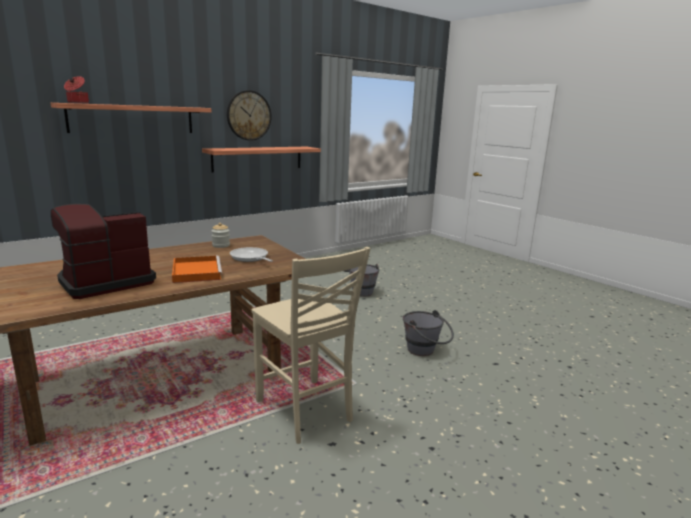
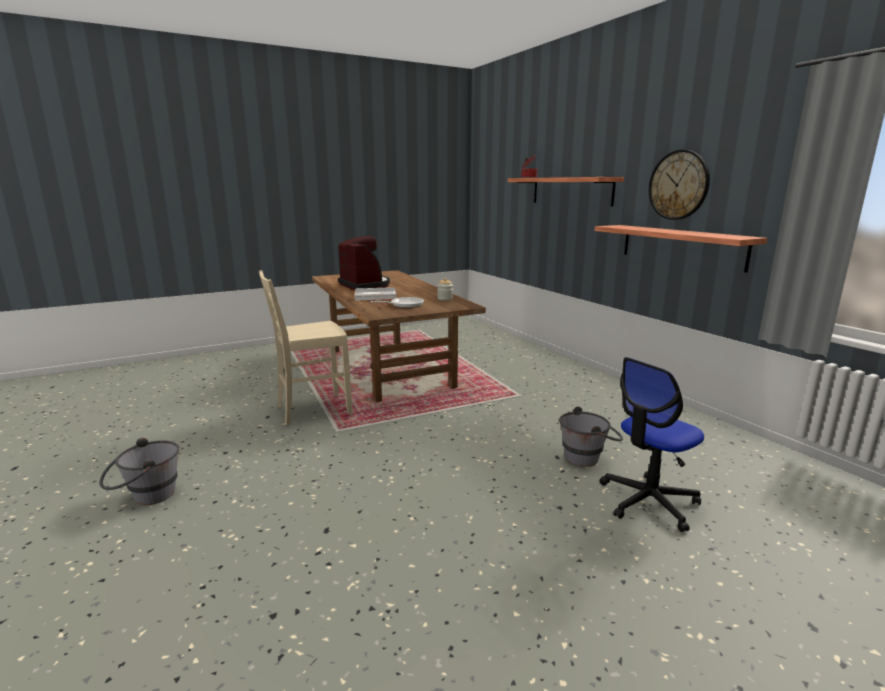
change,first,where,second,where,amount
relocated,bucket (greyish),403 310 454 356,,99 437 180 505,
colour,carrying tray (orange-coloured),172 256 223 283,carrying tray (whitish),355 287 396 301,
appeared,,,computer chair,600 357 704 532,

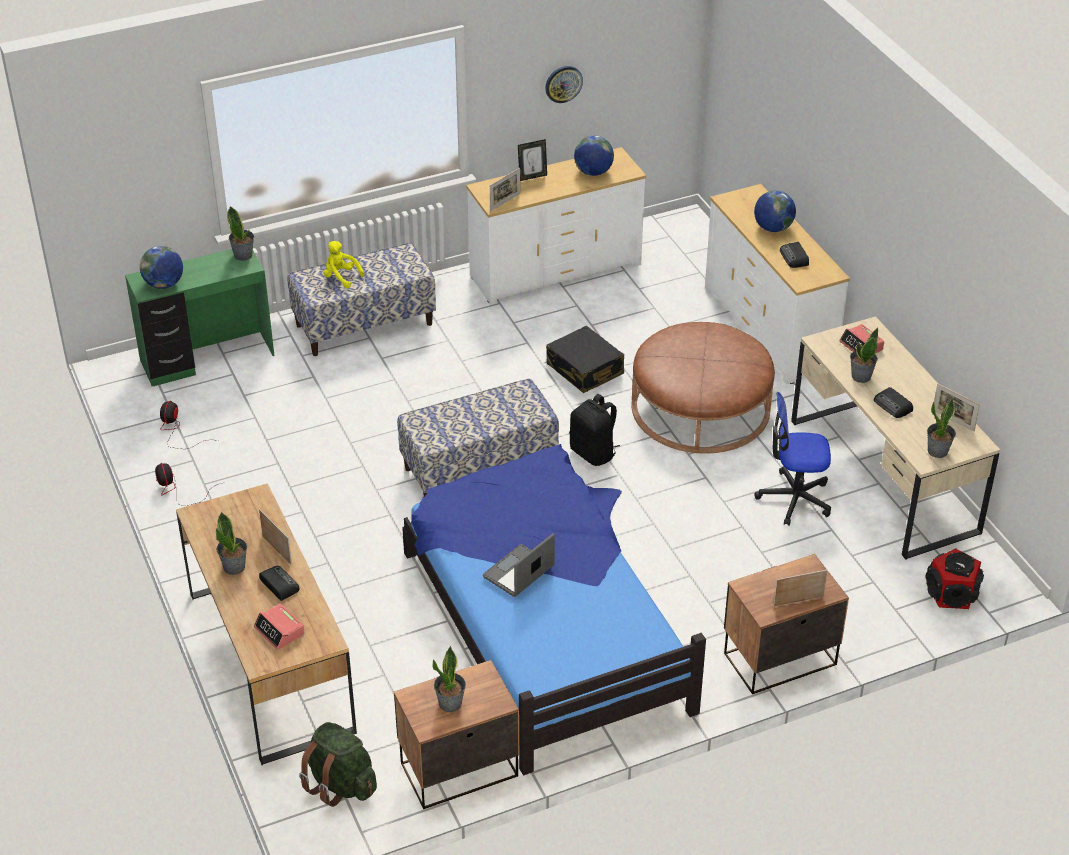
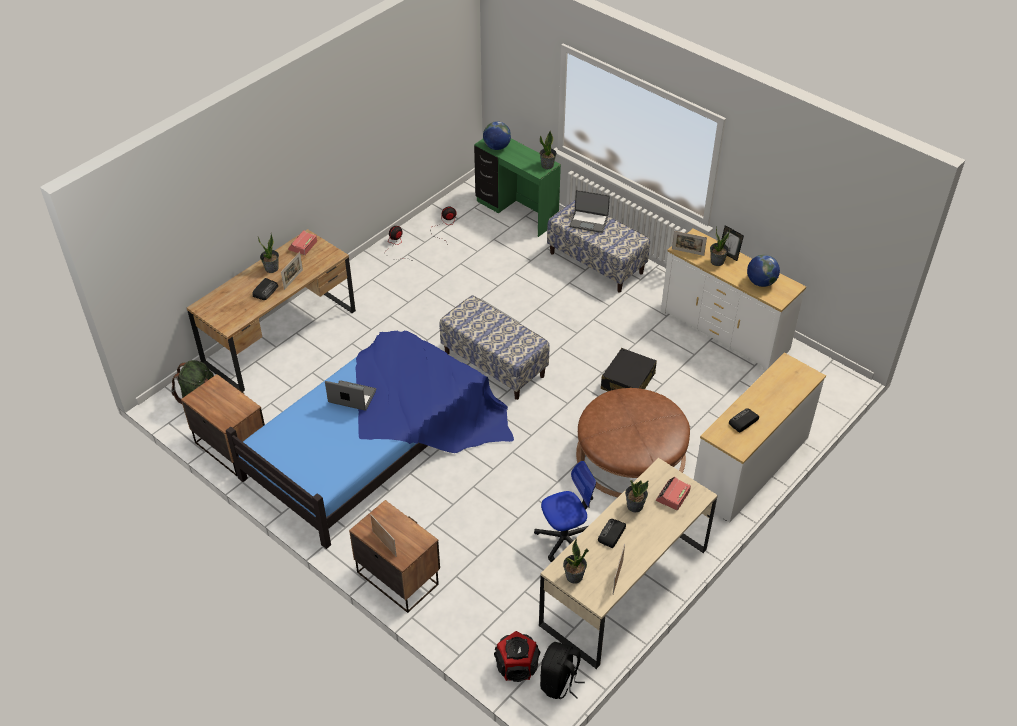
change,first,where,second,where,amount
relocated,bedside clock,254 603 305 650,,288 230 317 255,
spun,computer chair,755 392 831 526,,534 461 596 562,90 degrees clockwise
relocated,rucksack (black-coloured),569 394 620 466,,540 642 585 699,
exchanged,soft toy (yellowish),324 241 364 288,portable computer,569 190 610 233,
relocated,houseplant,432 646 466 712,,710 227 730 266,
missing,hanging clock,545 66 583 103,,,
missing,world globe,754 191 796 232,,,

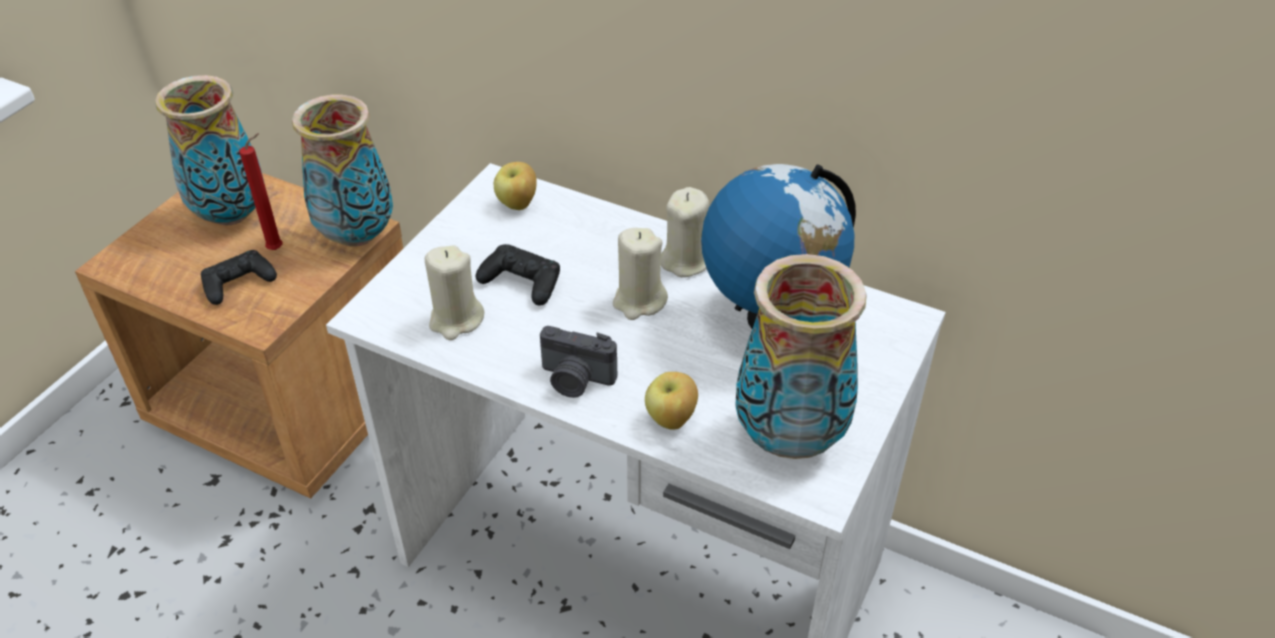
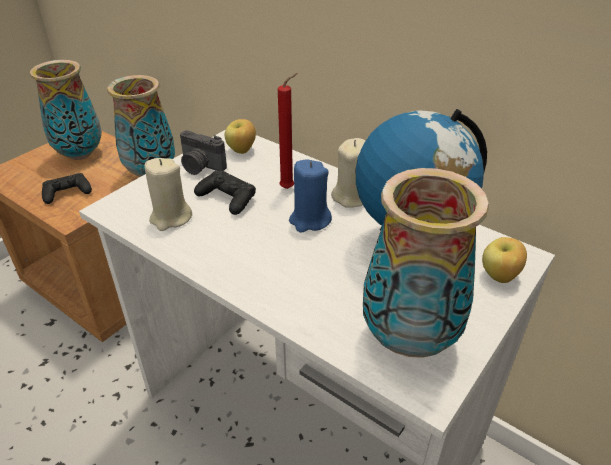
change,first,where,second,where,amount
relocated,still camera,540 326 617 398,,180 130 227 175,
relocated,wax light (reddish),239 133 283 250,,278 73 298 189,
colour,wax light (beige),613 228 668 320,wax light (blue),289 160 332 233,
relocated,apple fruit,645 372 698 430,,482 237 527 283,

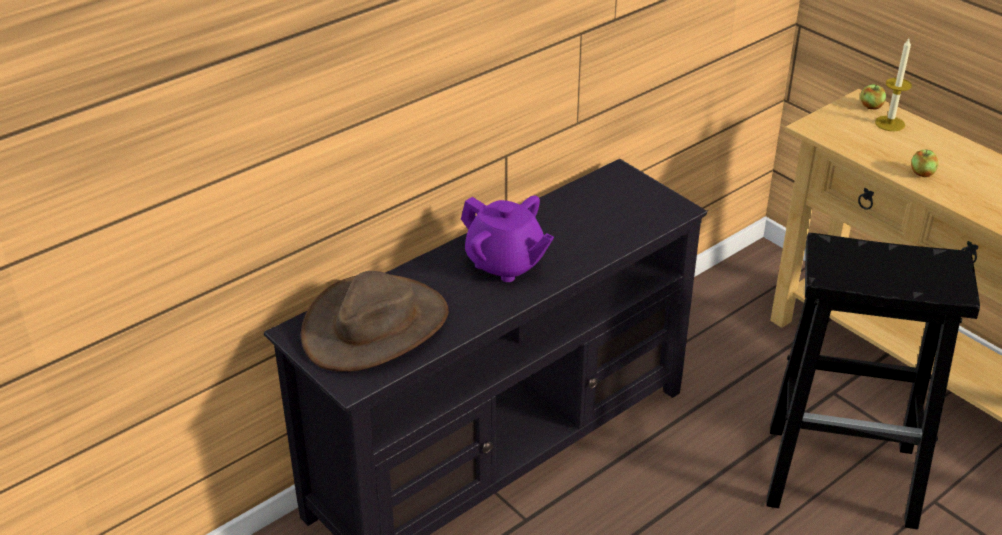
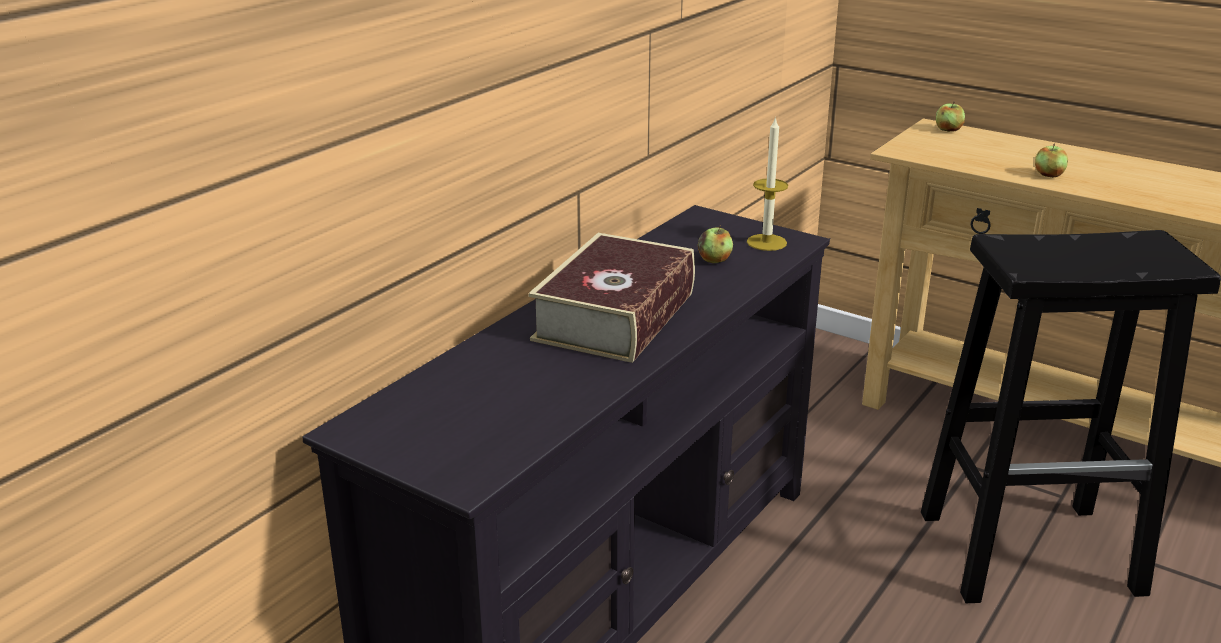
change,first,where,second,where,amount
exchanged,pot for tea (purple-coloured),461 195 554 282,book,528 233 695 363,
appeared,,,apple fruit,698 225 733 264,
relocated,wax light,875 39 912 131,,747 116 788 251,
missing,hat (brownish),301 271 449 372,,,

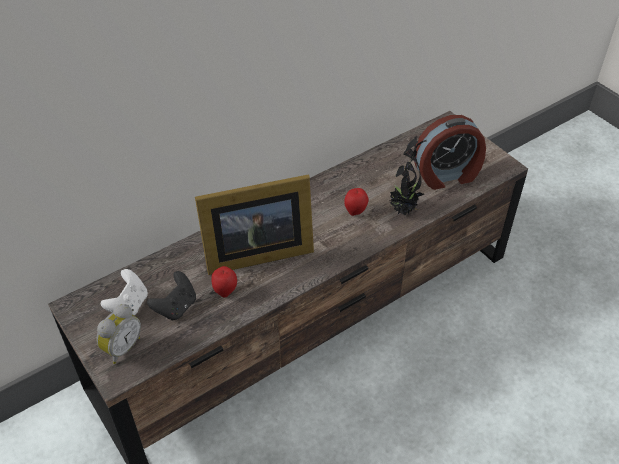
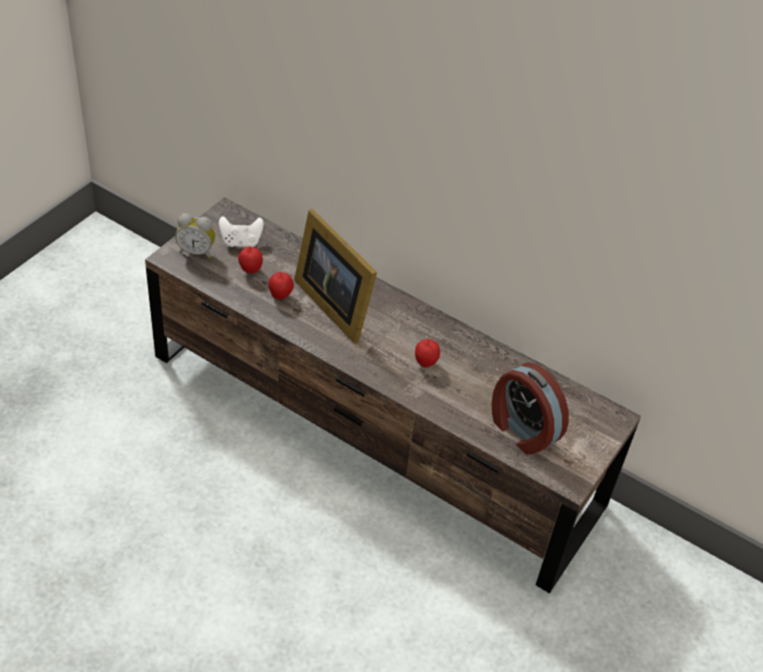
change,first,where,second,where,amount
exchanged,joypad (black-coloured),147 271 196 321,apple fruit,238 246 263 274,
missing,houseplant,390 136 427 216,,,

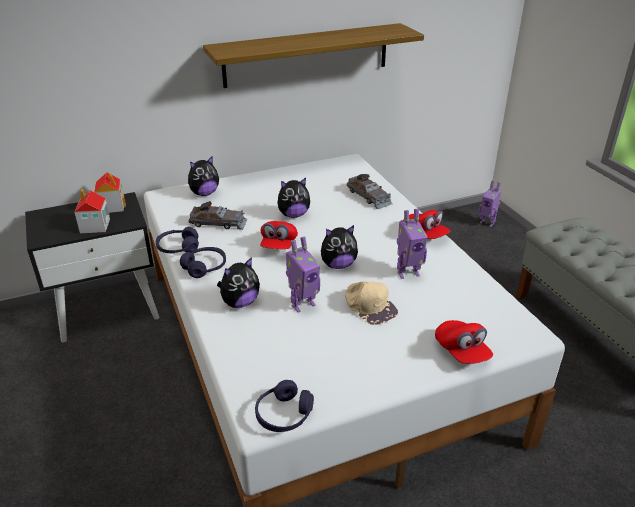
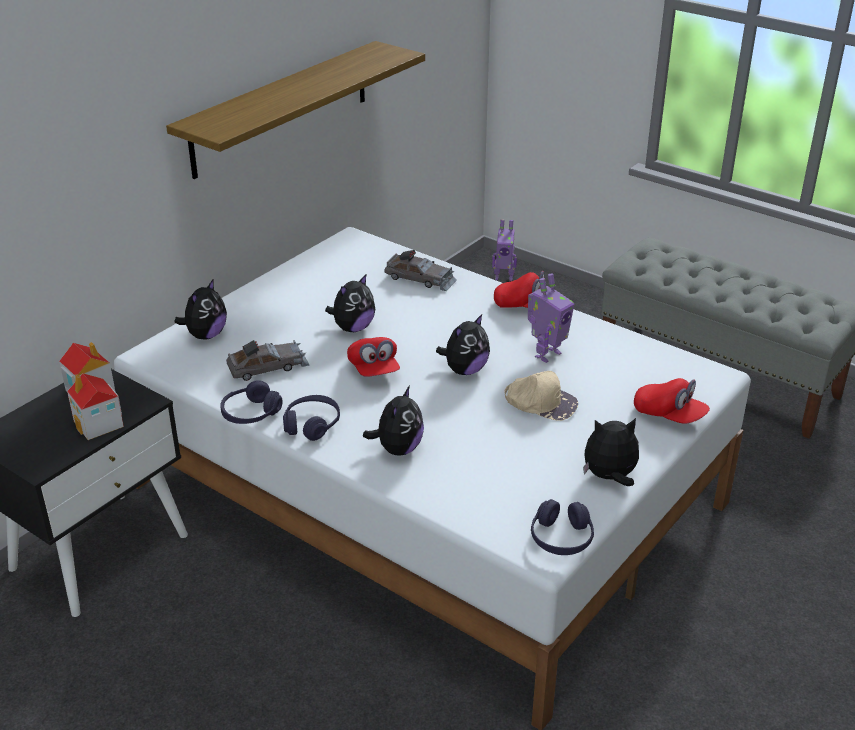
change,first,where,second,where,amount
appeared,,,soft toy,583 418 639 486,
missing,model robot,286 237 320 313,,,

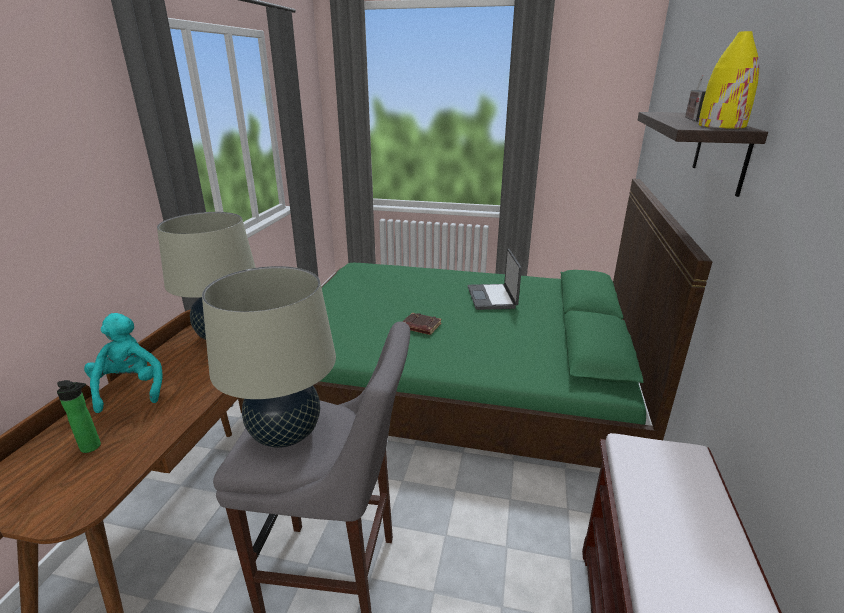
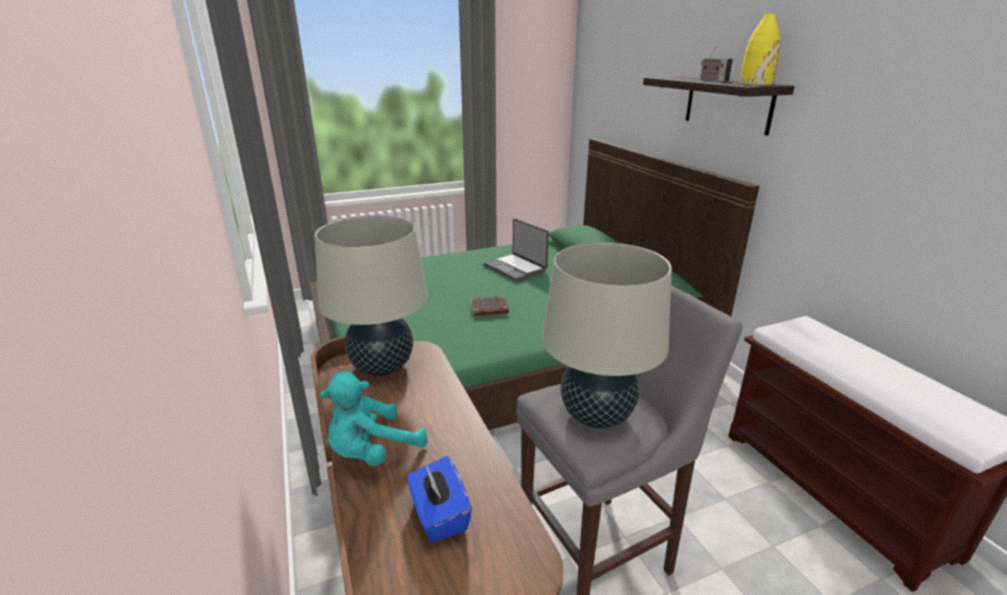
change,first,where,second,where,amount
spun,soft toy (turquoise-coloured),84 313 163 413,,319 371 428 466,75 degrees counterclockwise
exchanged,drink bottle,57 380 101 453,box of tissues (blue),407 456 472 543,

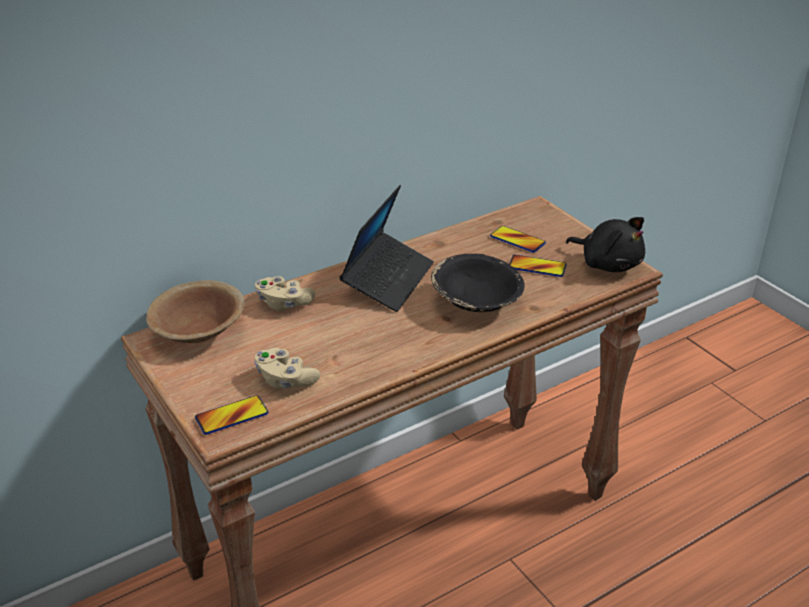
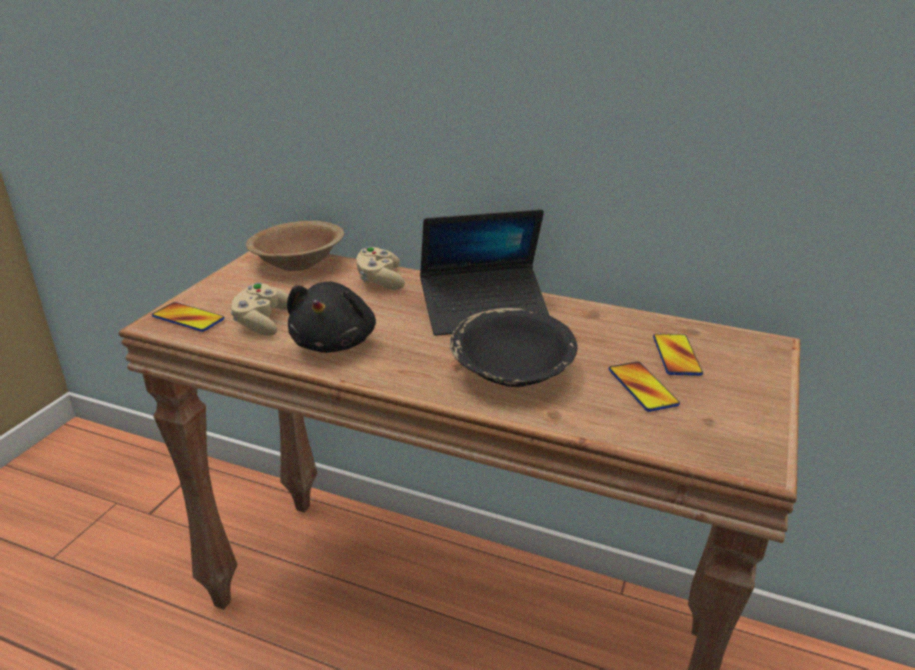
change,first,where,second,where,amount
relocated,soft toy (black-coloured),566 217 645 272,,287 282 376 353,

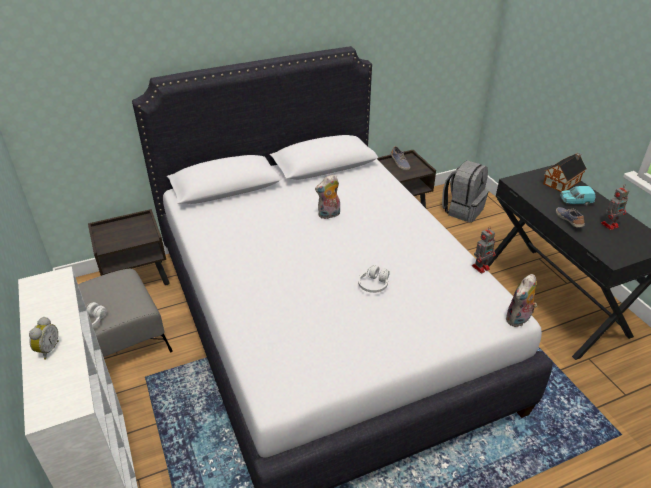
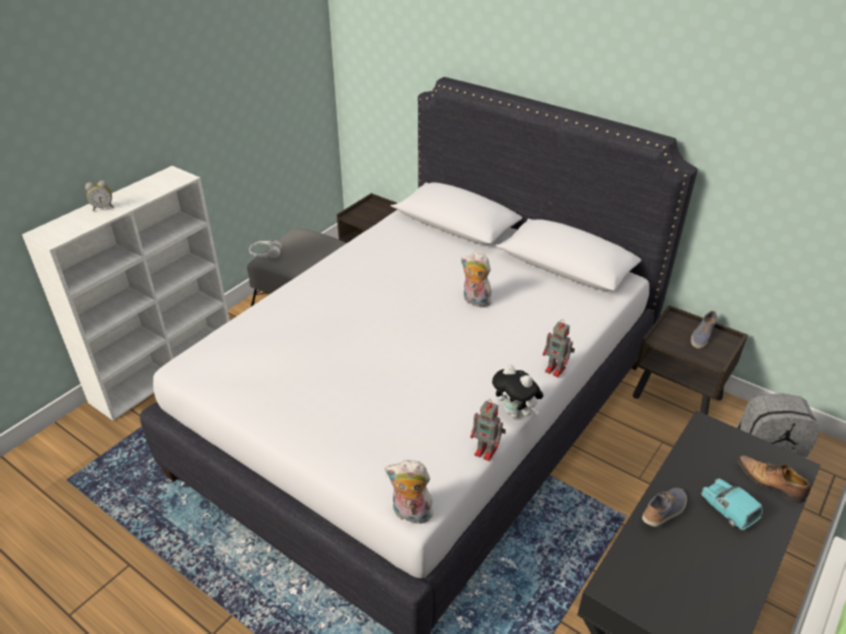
change,first,where,second,where,amount
appeared,,,soft toy,492 365 543 418,
relocated,model robot,601 184 629 230,,543 319 575 377,
exchanged,toy house,543 153 587 192,low shoe,737 455 810 503,
missing,headphones (whitish),358 265 390 293,,,

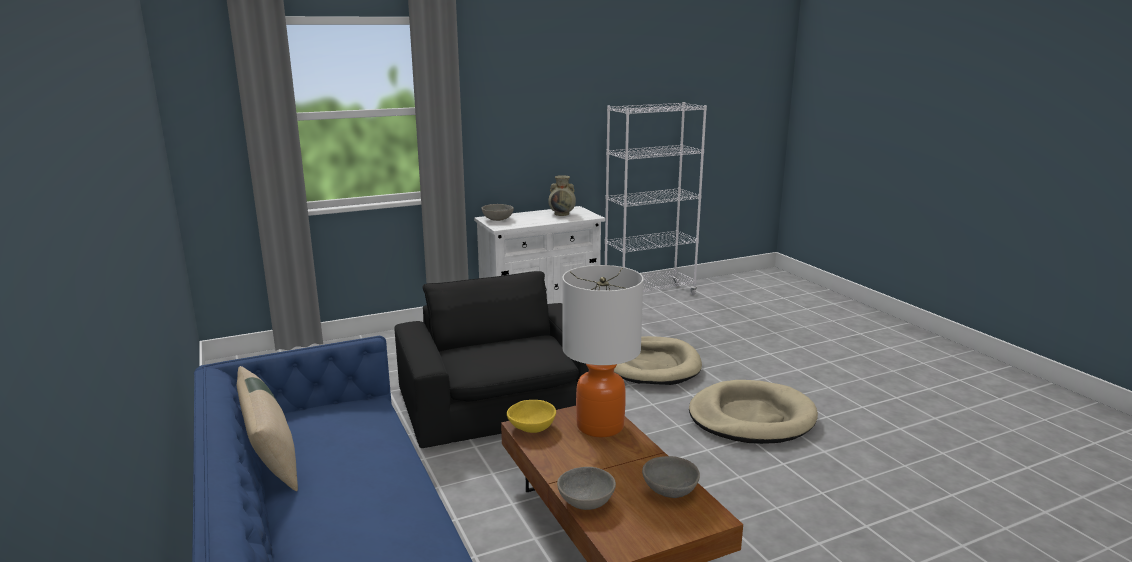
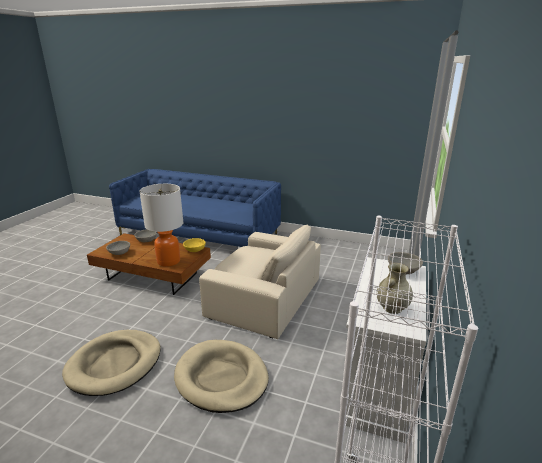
change,first,where,second,where,amount
colour,easy chair (black-coloured),394 271 589 448,easy chair (beige),199 225 321 339,
missing,throw pillow (beige),237 366 298 491,,,

